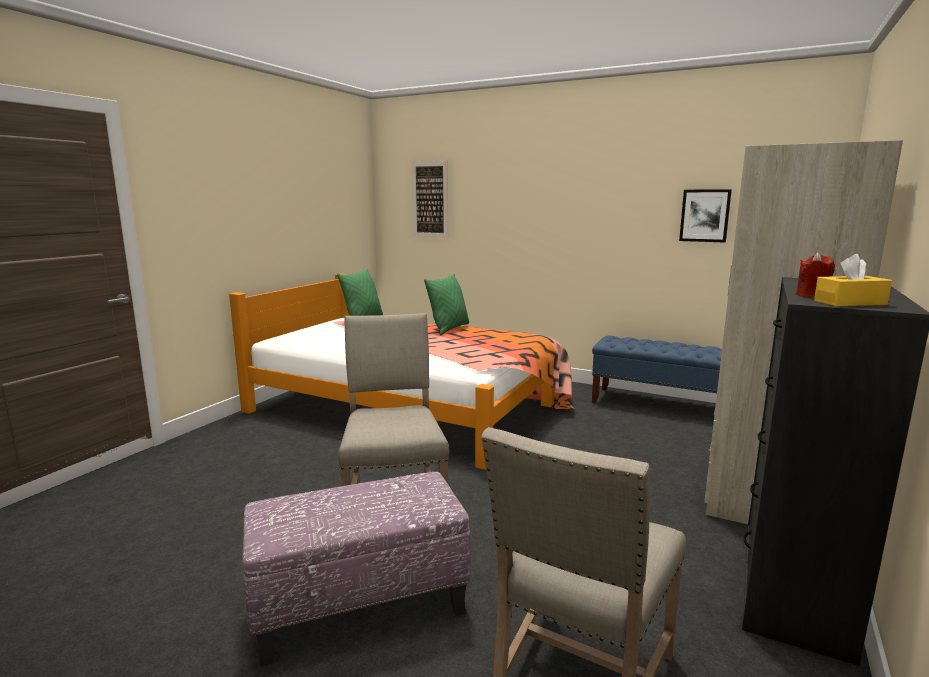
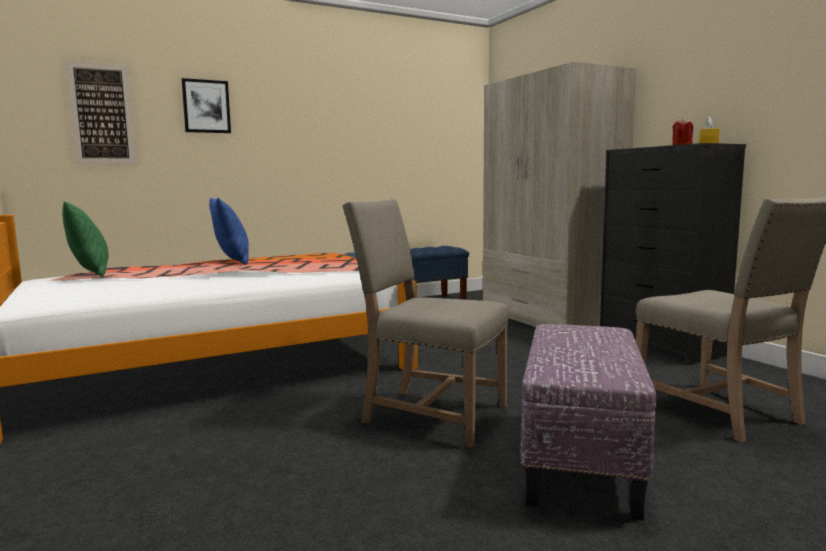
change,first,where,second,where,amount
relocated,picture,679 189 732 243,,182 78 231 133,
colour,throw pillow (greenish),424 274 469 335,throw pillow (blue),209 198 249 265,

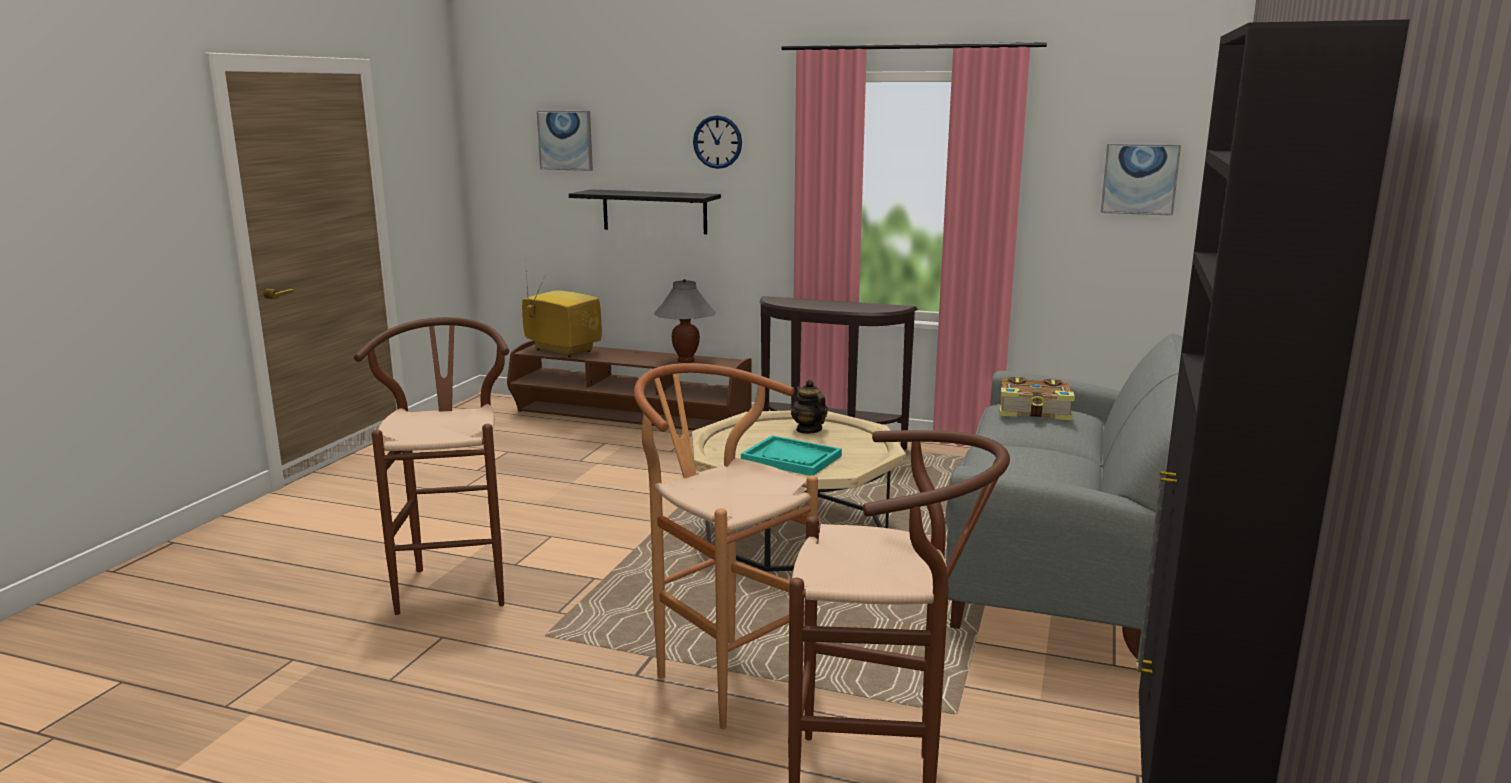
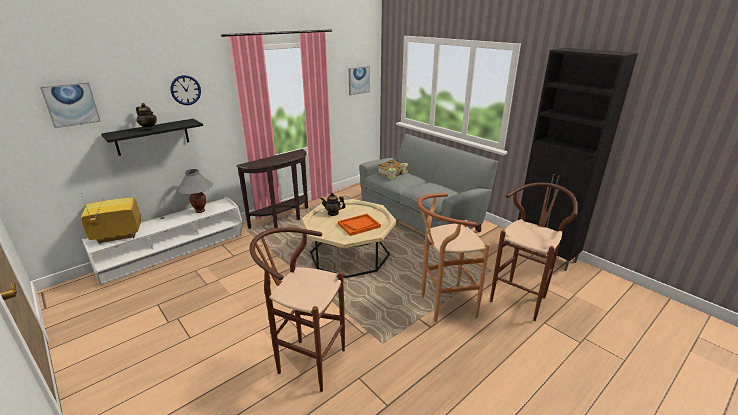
change,first,where,second,where,amount
colour,tv stand (brownish),507 340 752 430,tv stand (whitish),82 197 243 286,
appeared,,,pot for tea,136 103 157 130,
colour,carrying tray (turquoise-coloured),741 435 842 476,carrying tray (orange-coloured),338 214 381 236,

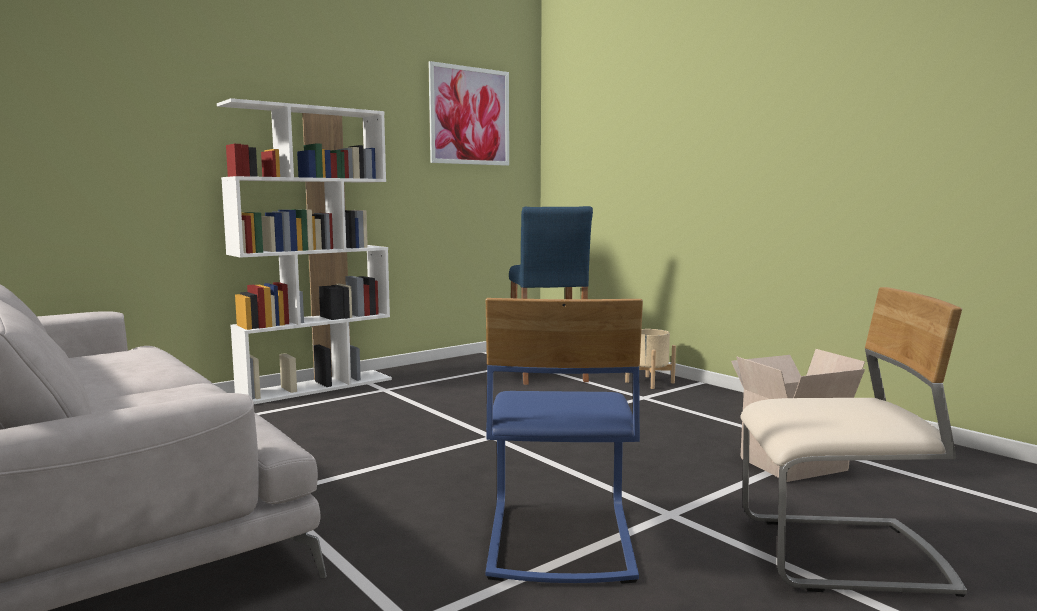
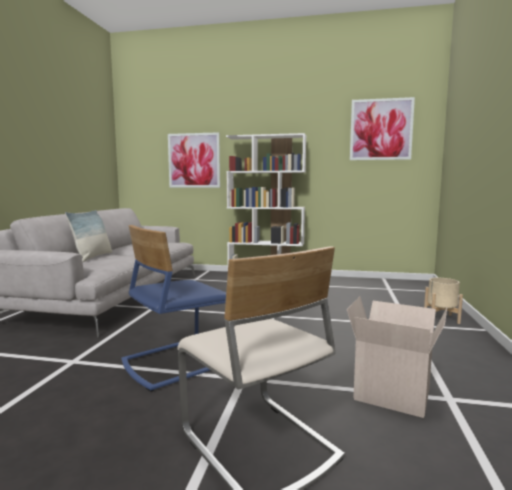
change,first,where,second,where,amount
appeared,,,throw pillow,65 210 112 262,
appeared,,,picture,168 132 220 188,
missing,stool seat (blue),509 206 593 385,,,

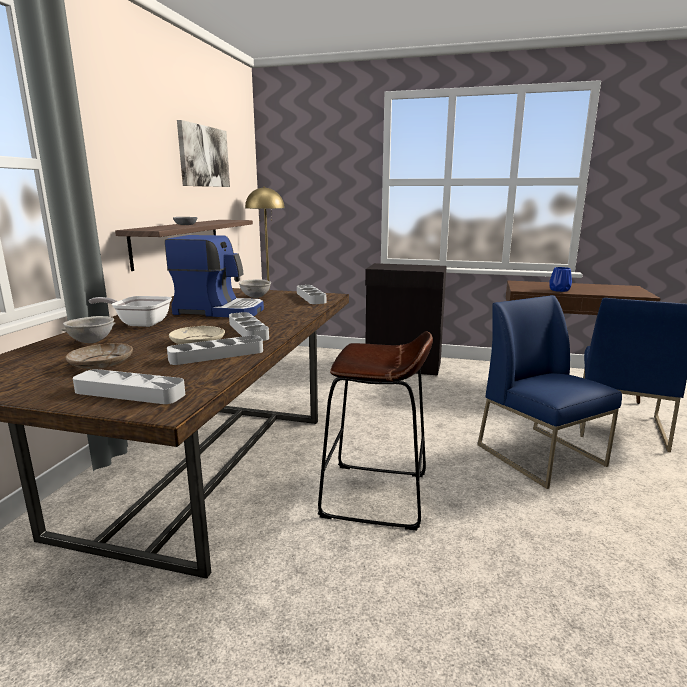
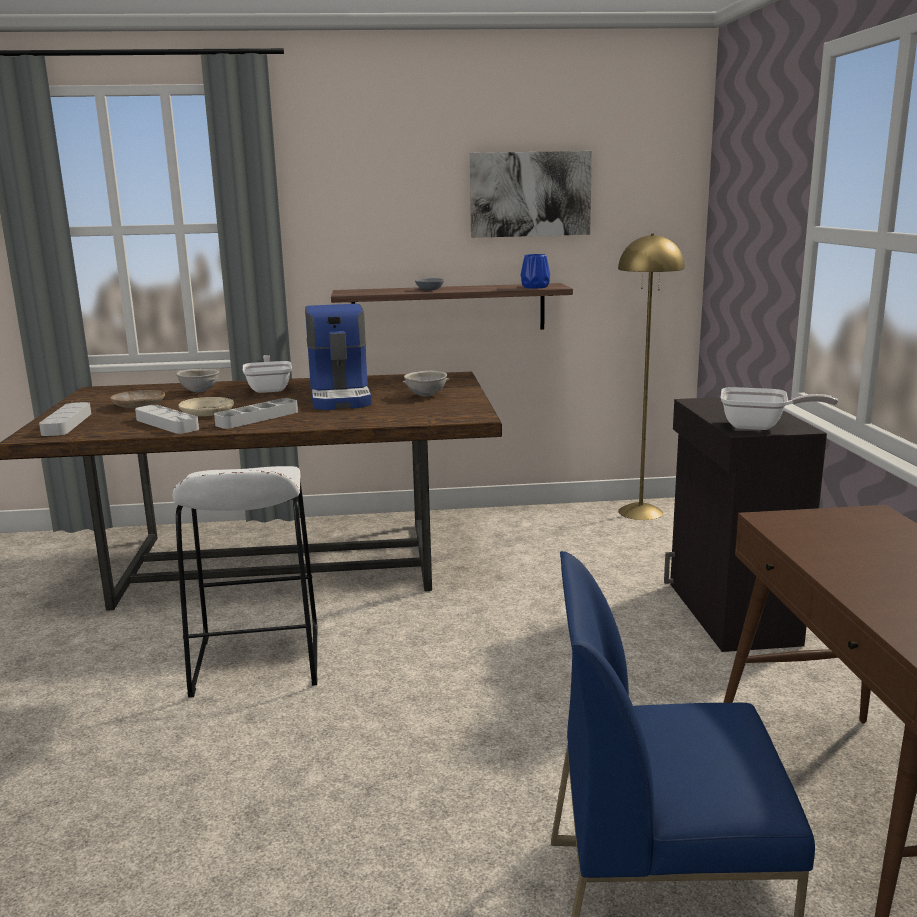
change,first,where,second,where,amount
colour,stool seat (brownish),318 331 433 531,stool seat (whitish),173 466 318 698,
relocated,flower vase (blue),549 267 572 292,,521 254 550 288,
appeared,,,frying pan,721 387 838 430,
missing,carrying tray (greyish),297 285 326 304,,,
missing,plain chair (blue),477 295 622 489,,,

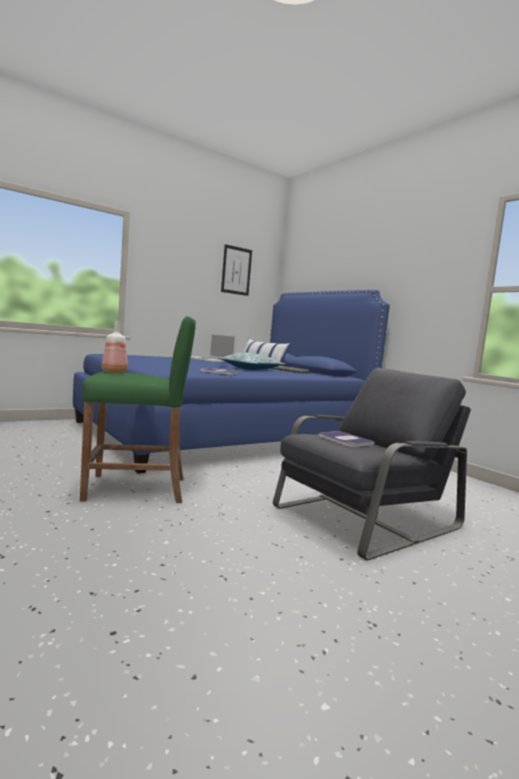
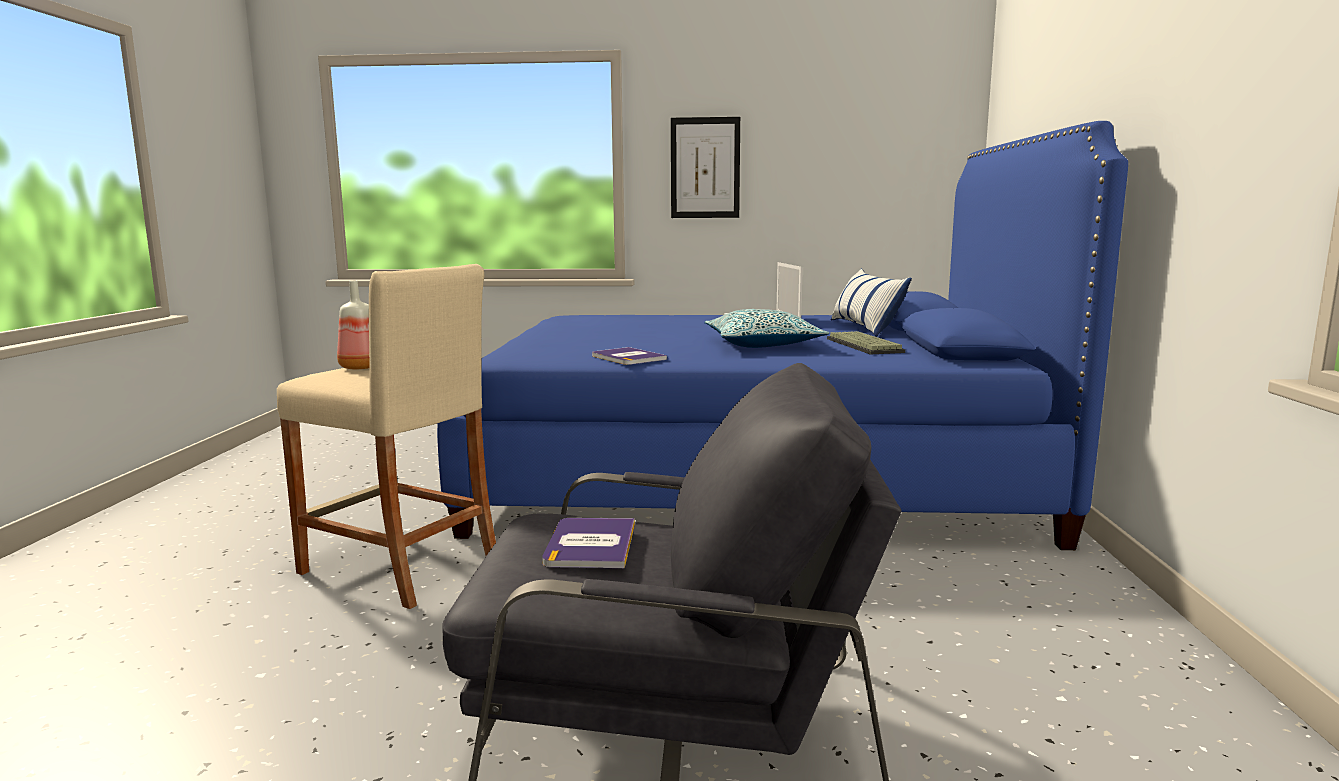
change,first,where,second,where,amount
colour,stool seat (greenish),80 316 196 503,stool seat (beige),277 264 496 609,
relocated,picture,221 244 252 296,,671 117 740 218,

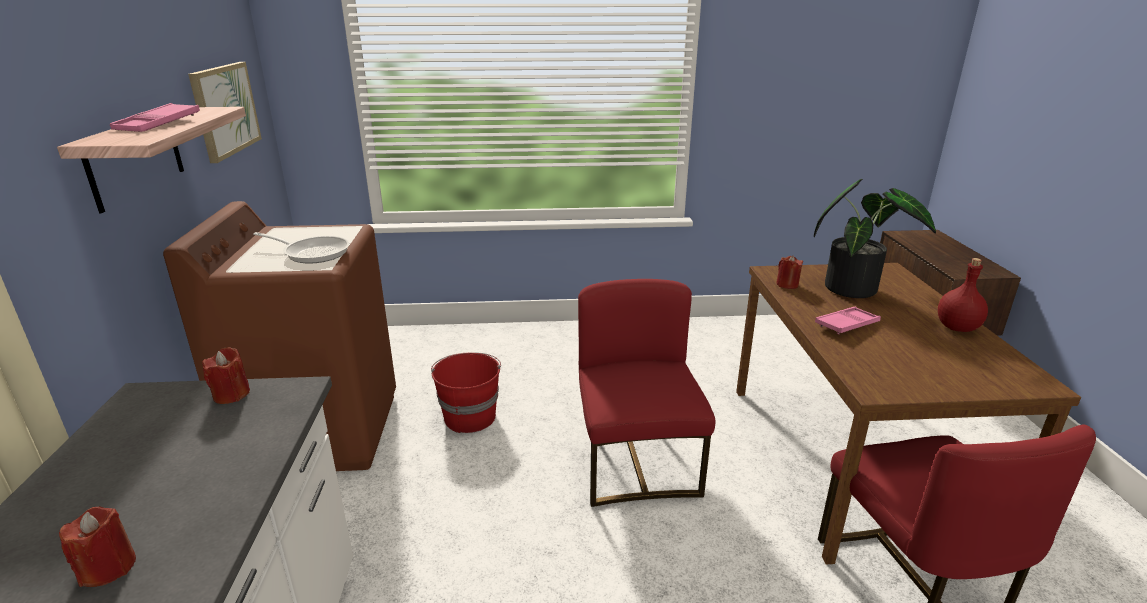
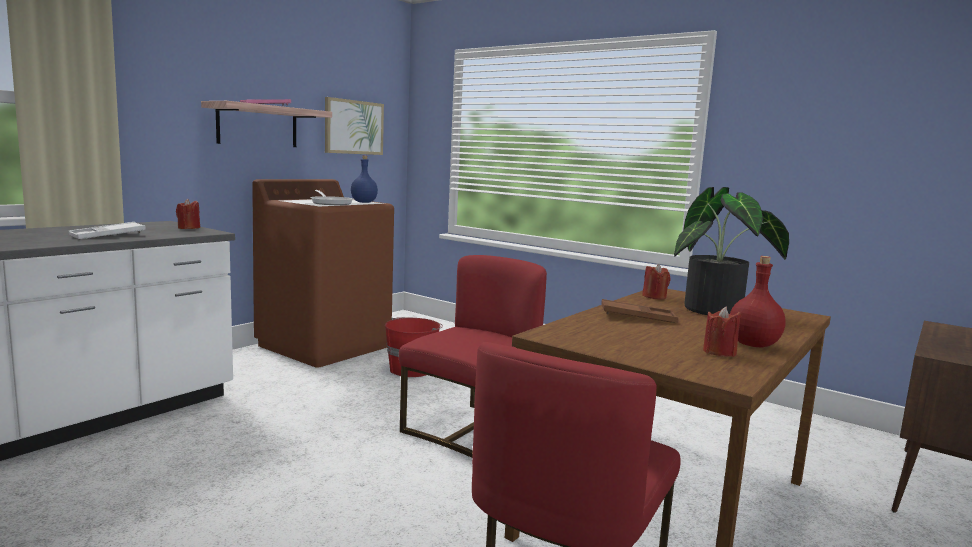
change,first,where,second,where,amount
appeared,,,carrying tray (whitish),68 222 146 239,
appeared,,,drink bottle (blue),351 156 378 203,
colour,carrying tray (pink-coloured),815 307 881 334,carrying tray (brownish),601 299 679 323,
relocated,wax light (reddish),59 506 136 587,,703 307 741 357,

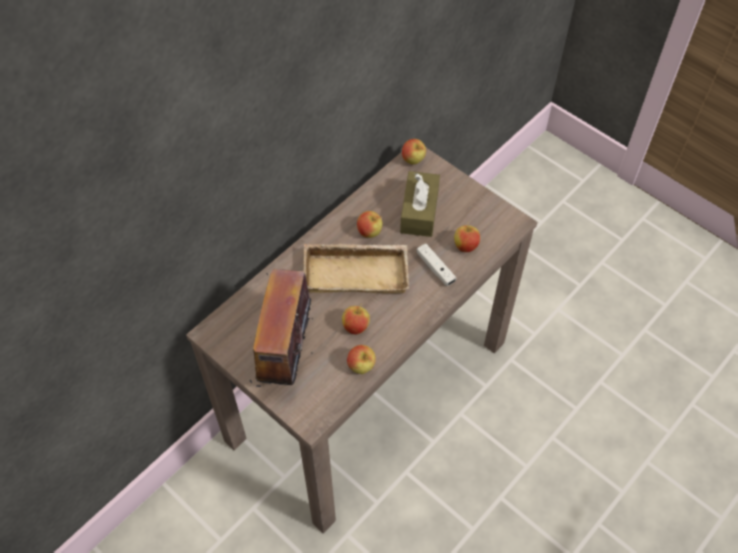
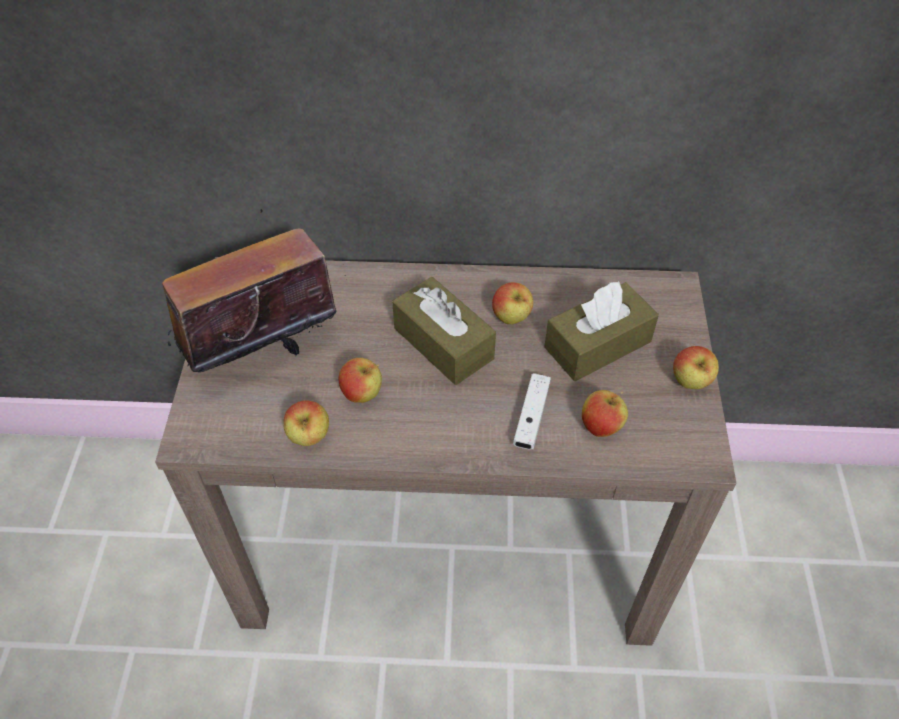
change,first,where,second,where,amount
exchanged,carrying tray (beige),303 244 409 293,box of tissues (brownish),392 277 496 385,
relocated,apple fruit,402 139 426 165,,673 346 719 389,

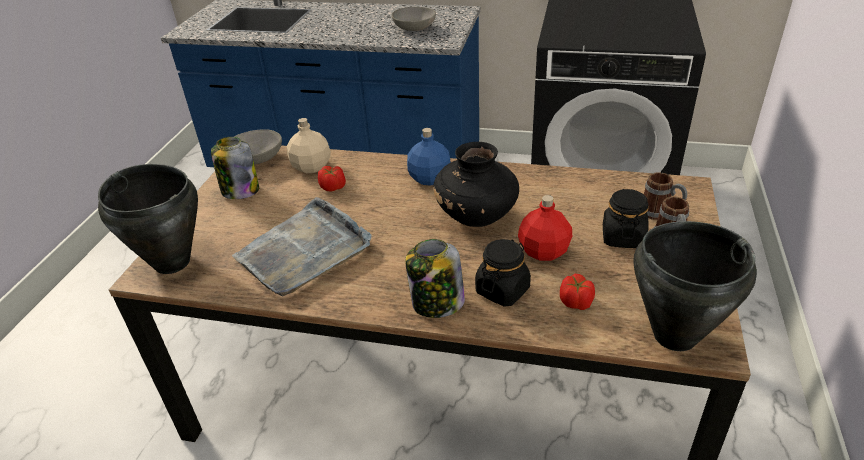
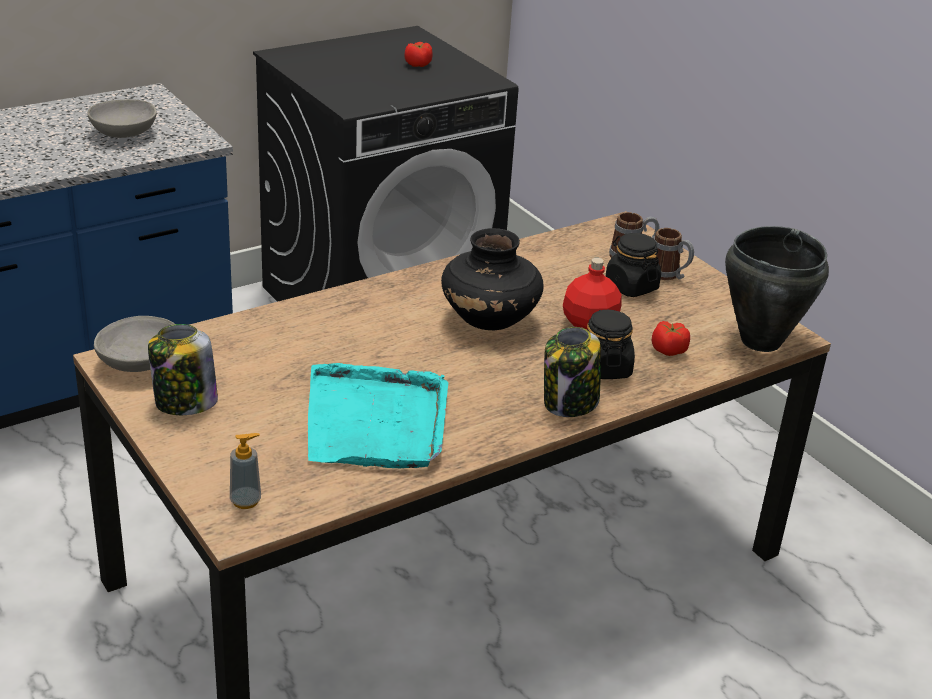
change,first,where,second,where,amount
exchanged,cooking pot (black-coloured),98 164 198 274,soap dispenser,230 433 261 509,
colour,carrying tray (greyish),232 197 371 296,carrying tray (turquoise-coloured),308 363 448 469,
relocated,whole tomato,318 166 346 192,,404 42 432 67,
missing,drink bottle (beige),287 118 331 173,,,
missing,drink bottle (blue),407 128 451 186,,,

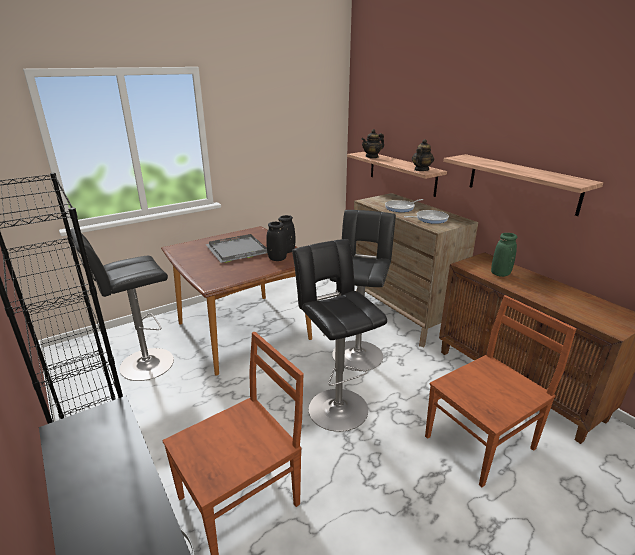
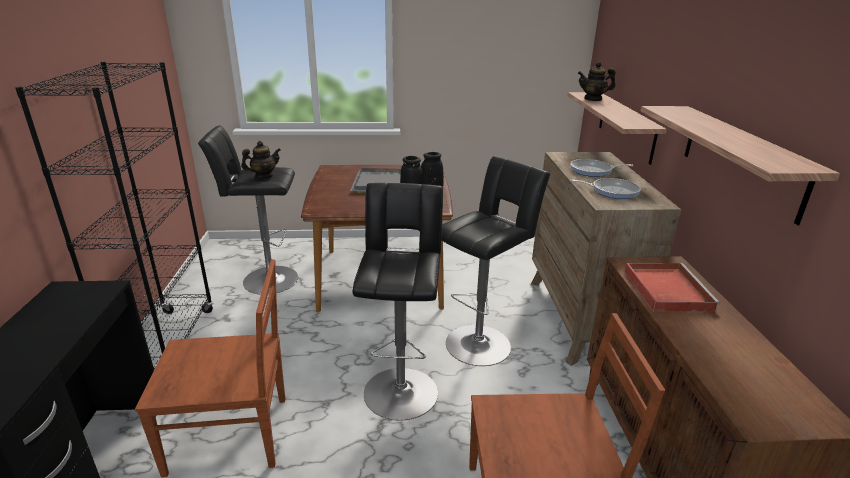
change,first,where,second,where,amount
relocated,pot for tea,412 139 434 171,,241 141 281 178,
exchanged,flower vase (greenish),491 233 517 277,carrying tray (reddish),625 263 720 312,

